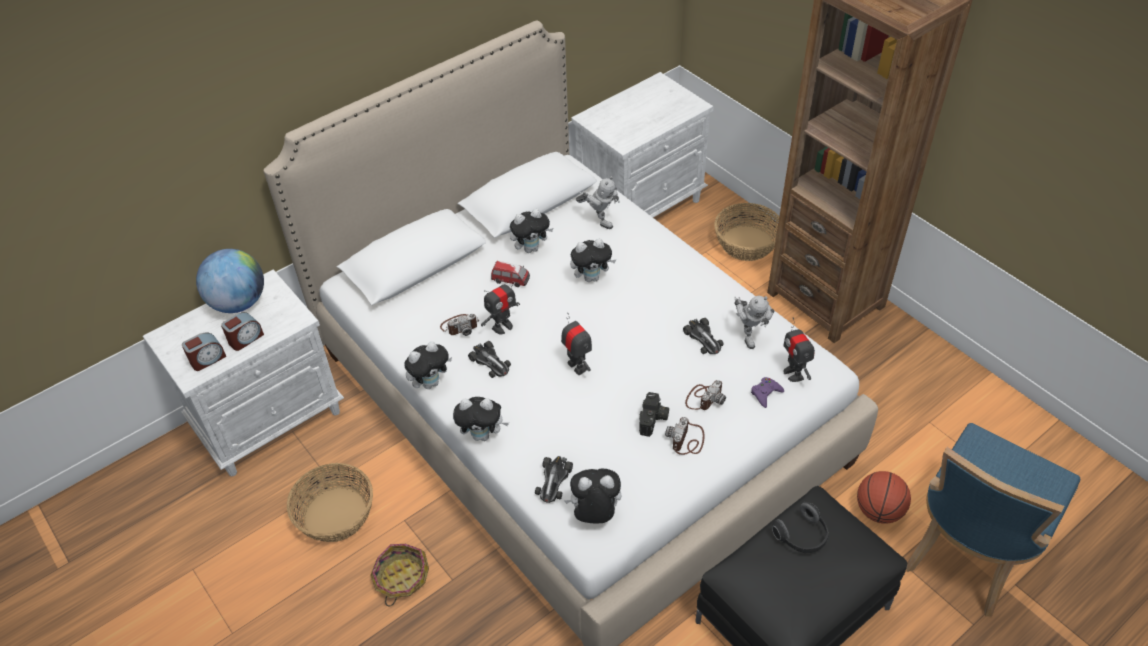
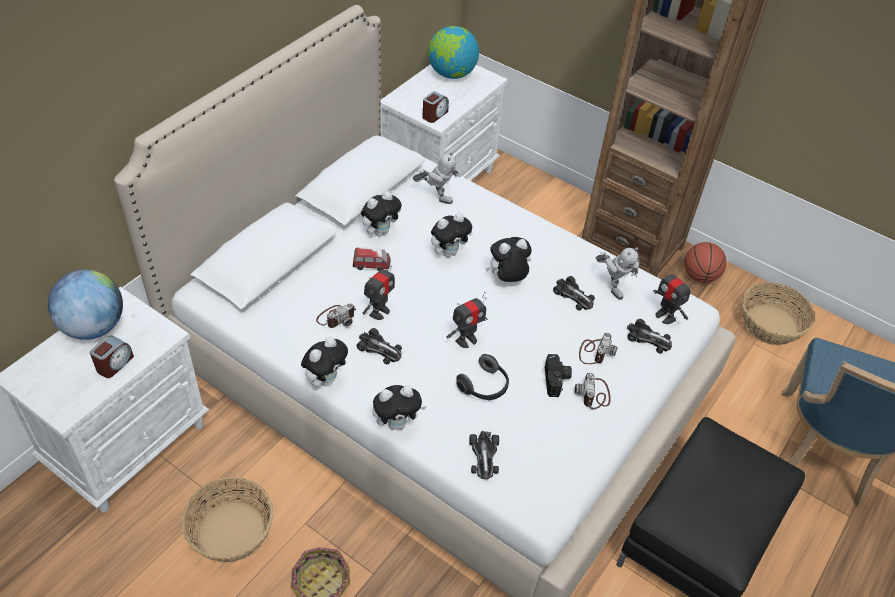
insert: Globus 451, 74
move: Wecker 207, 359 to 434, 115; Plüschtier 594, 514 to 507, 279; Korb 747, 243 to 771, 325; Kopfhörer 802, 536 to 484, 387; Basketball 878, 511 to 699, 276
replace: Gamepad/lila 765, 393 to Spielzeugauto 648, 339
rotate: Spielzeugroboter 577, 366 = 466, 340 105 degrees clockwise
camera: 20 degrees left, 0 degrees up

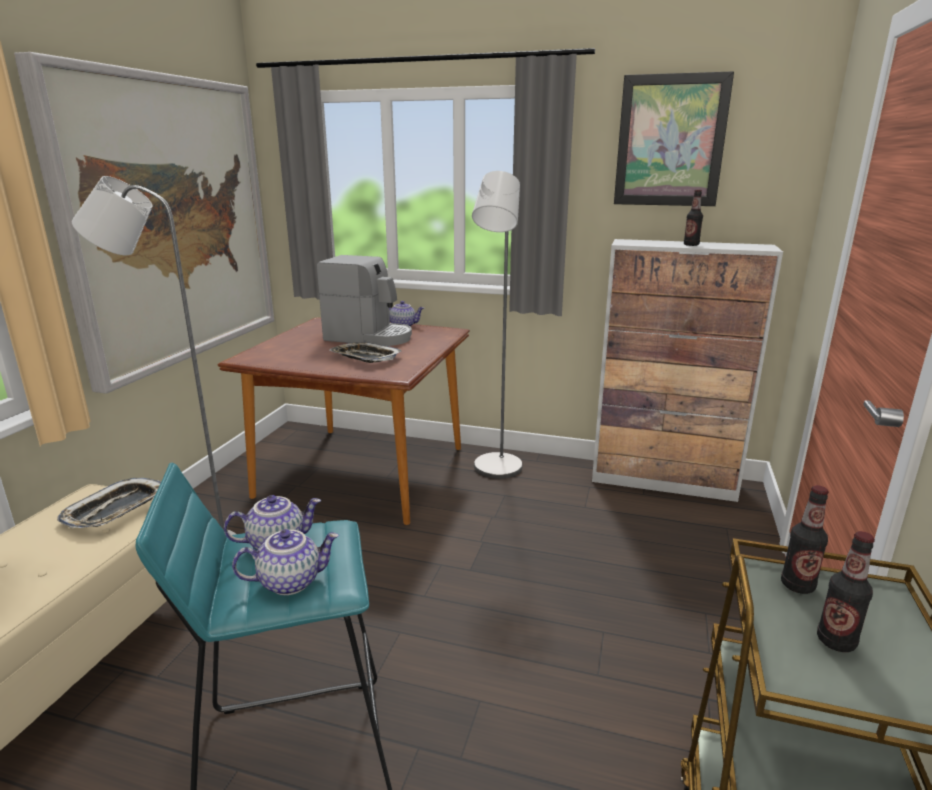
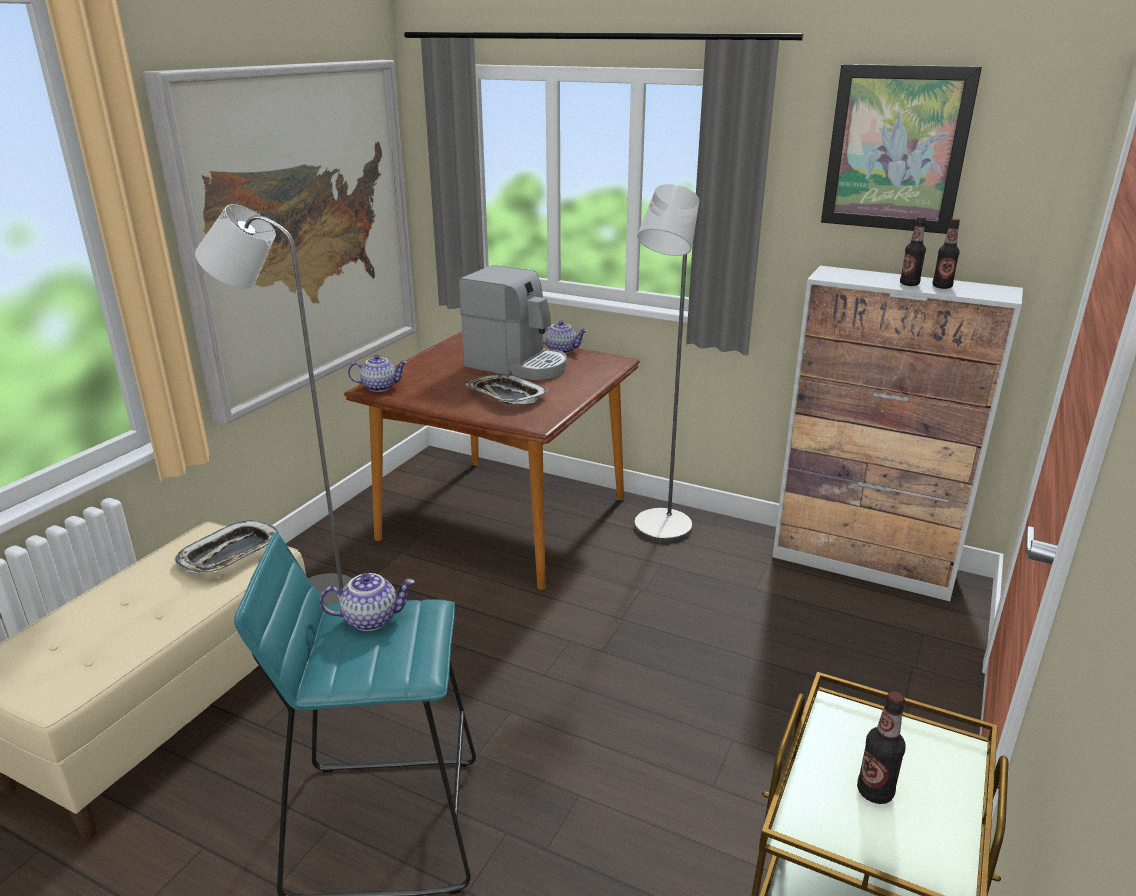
move: Teekanne 291, 581 to 380, 387; Flasche 797, 585 to 942, 286
camera: 10 degrees right, 5 degrees up

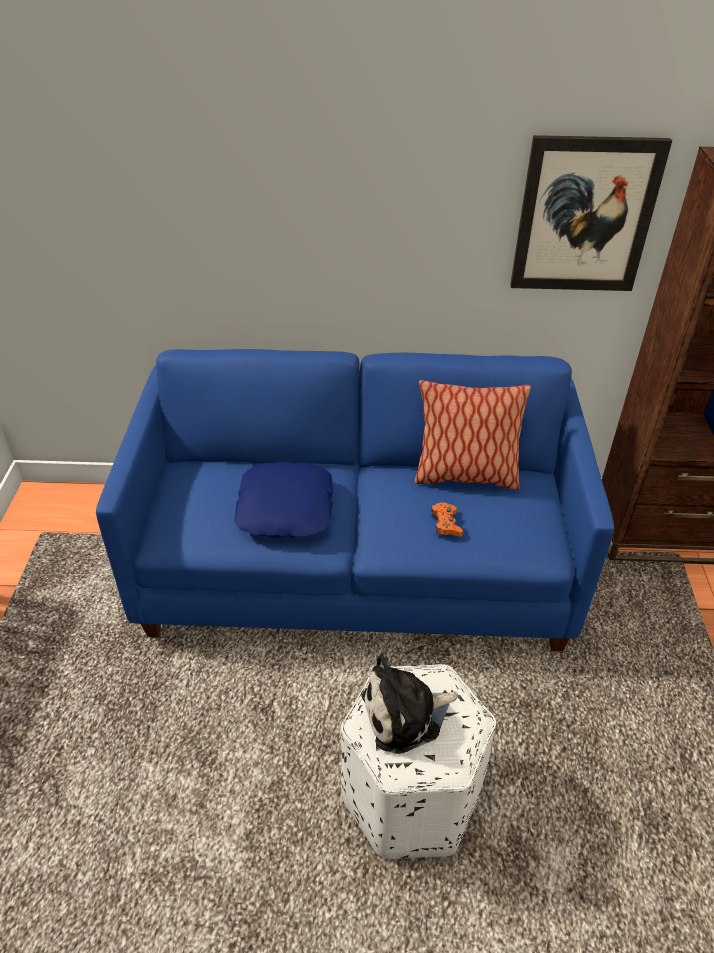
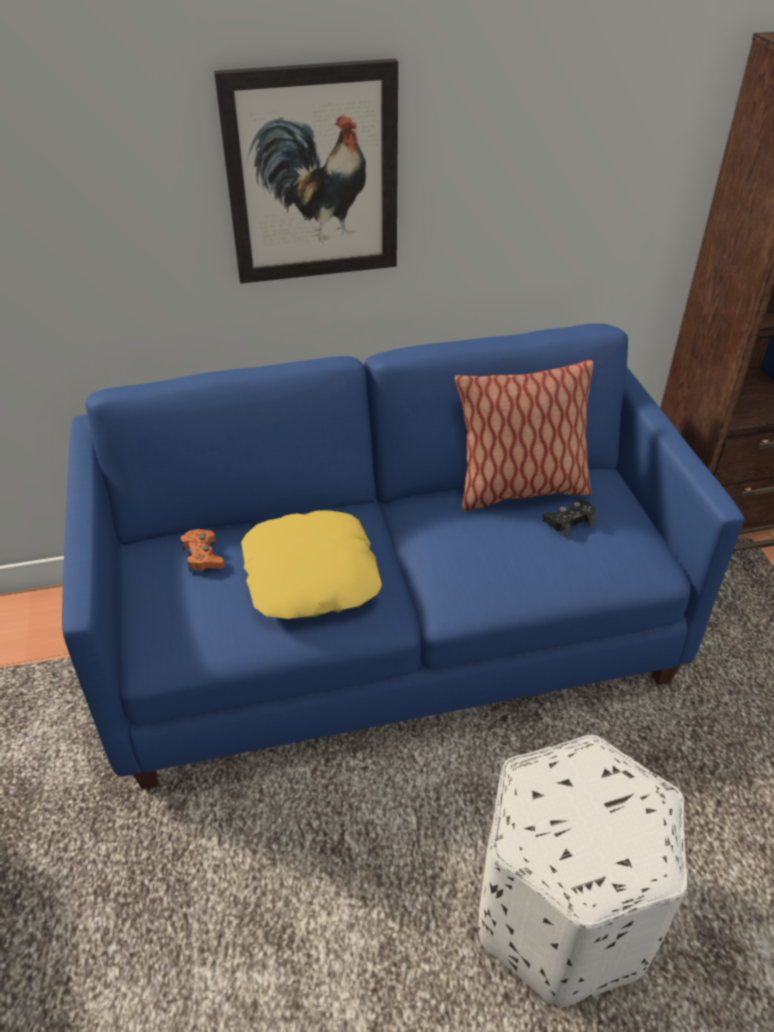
delete: Plüschtier 406, 714
insert: Gamepad/schwarz 569, 522
move: Gamepad/orange 446, 524 to 203, 556; Bild 584, 216 to 312, 175
recolor: Kissen/blau 286, 508 to Kissen/gelb 312, 575
camera: 15 degrees left, 0 degrees up

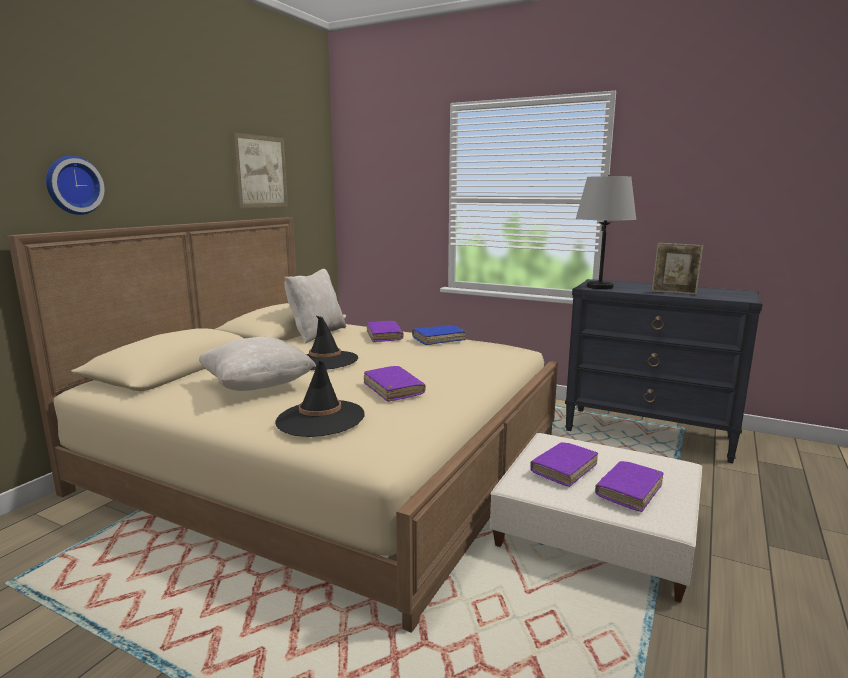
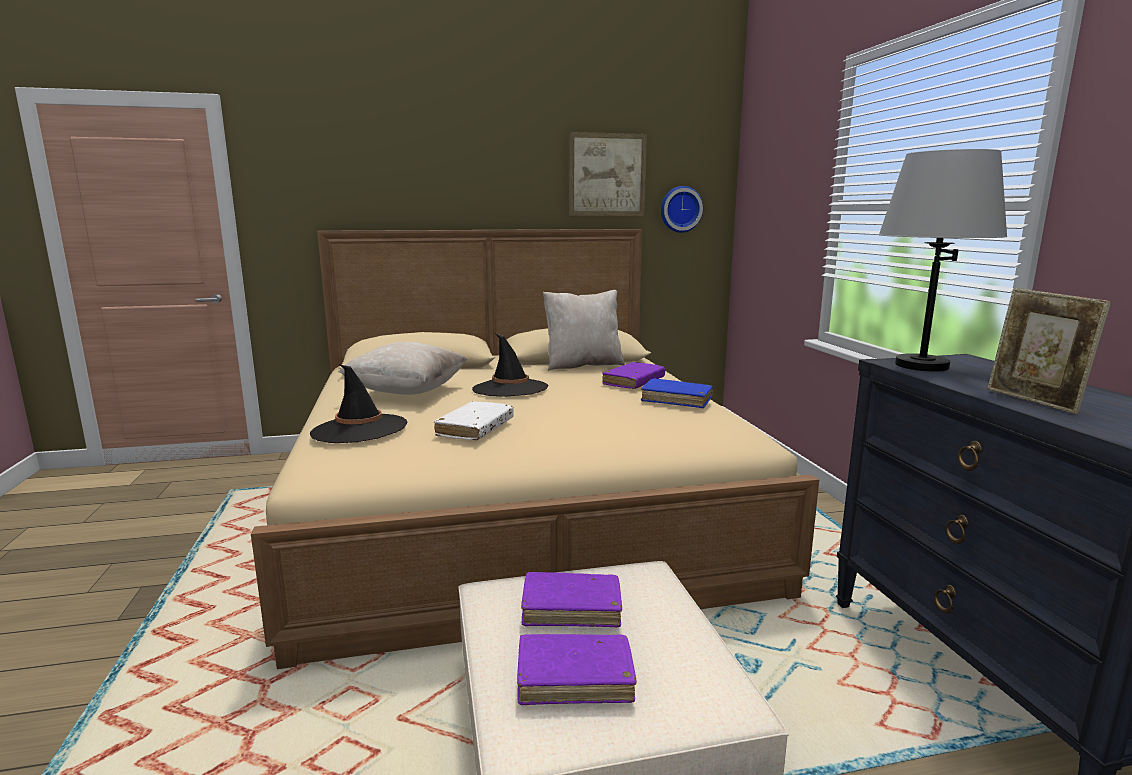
move: Wanduhr 72, 185 to 680, 209
recolor: Buch/lila 393, 390 to Buch/weiß 475, 429
camera: 50 degrees right, 0 degrees up

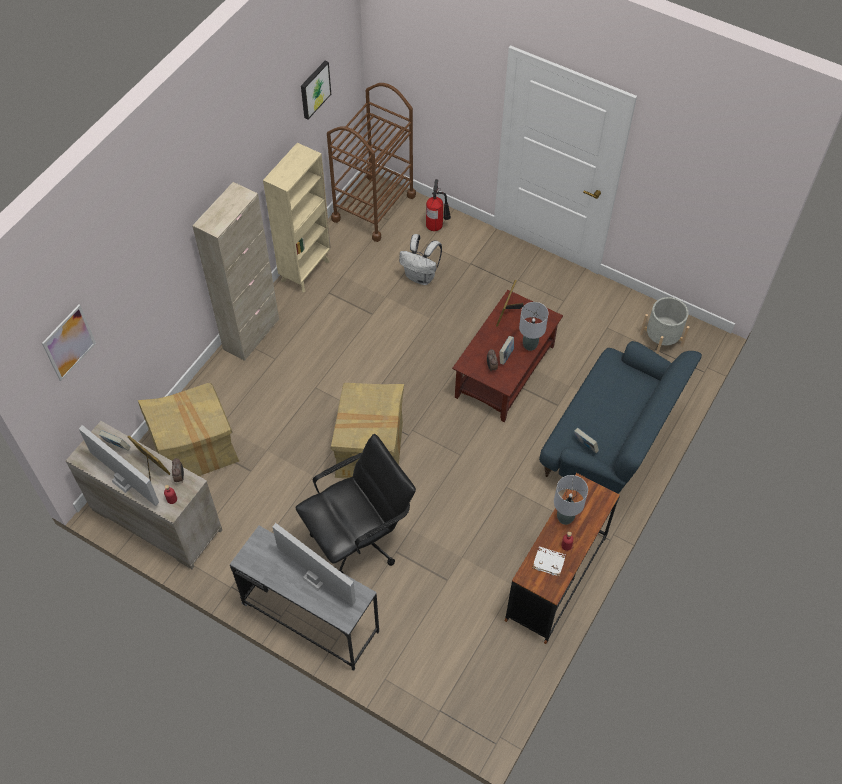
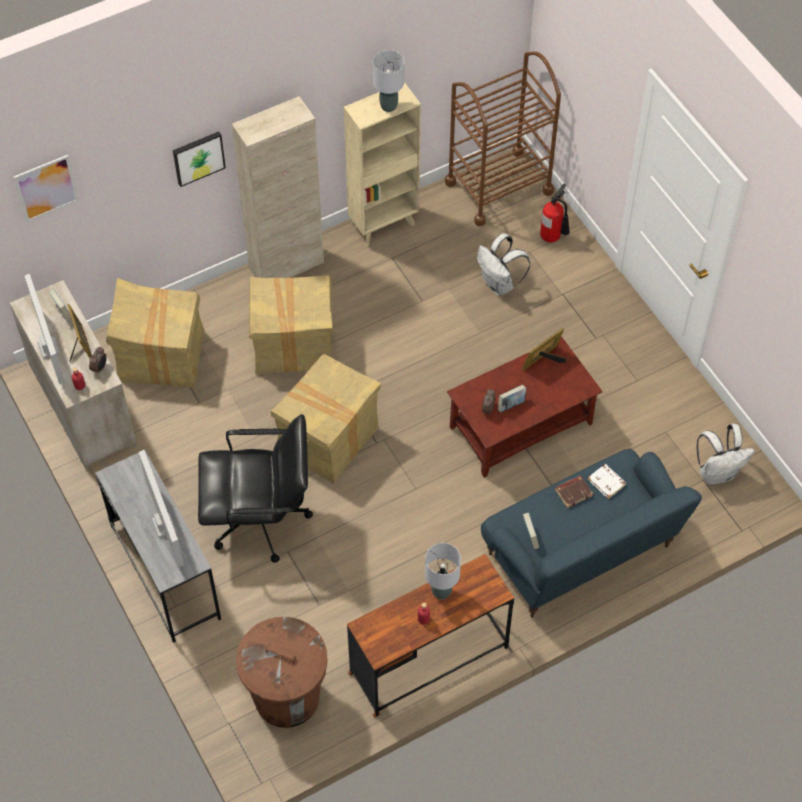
insert: Mülleimer/braun 287, 697; Karton 294, 345; Buch/braun 573, 492
move: Bild 314, 89 to 198, 157; Tischlampe/grau 530, 345 to 388, 106; Buch/weiß 549, 562 to 607, 482
replace: Pflanzkübel/grau 661, 339 to Rucksack/weiß 718, 473
camera: 30 degrees right, 0 degrees up

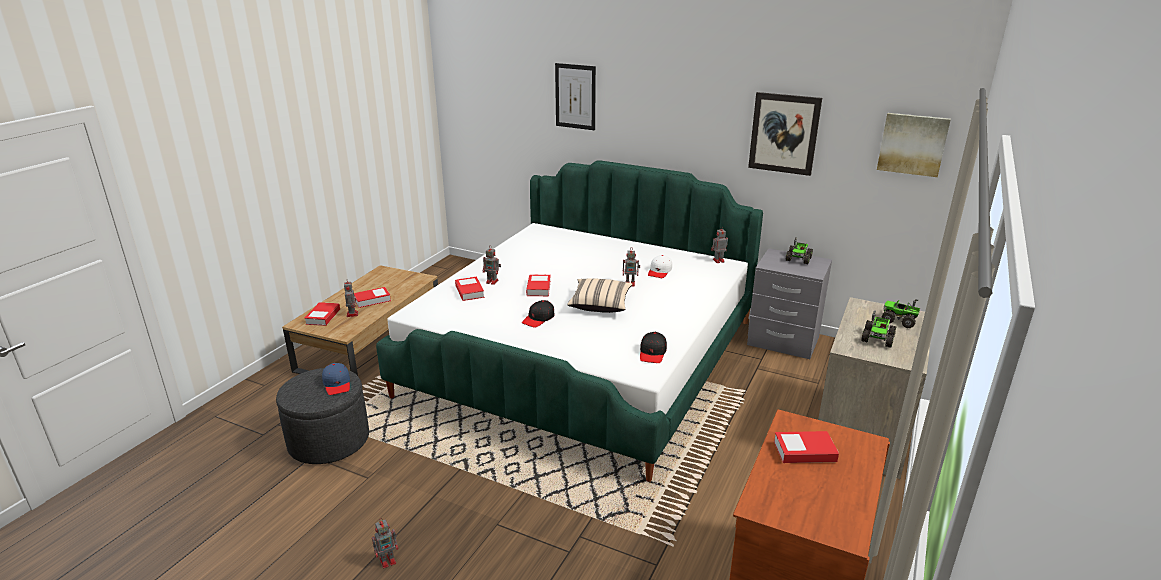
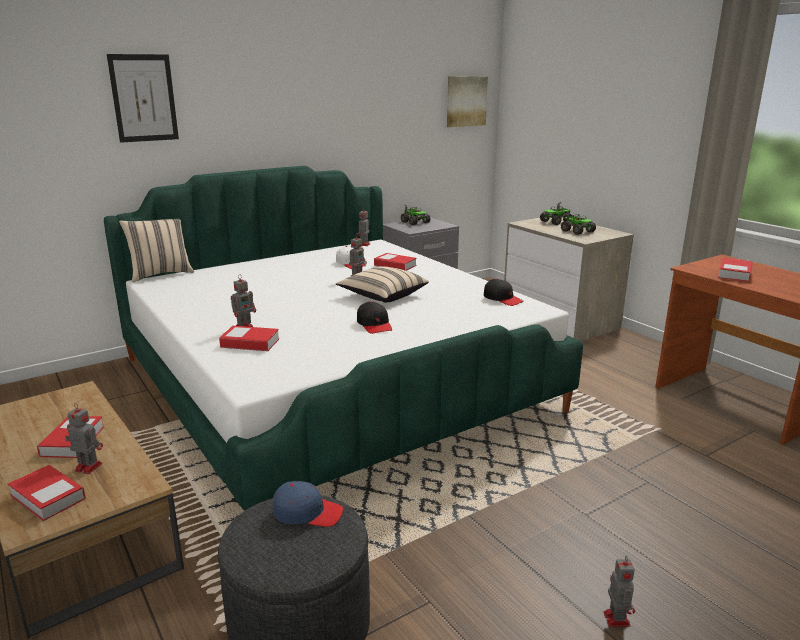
delete: Bild 784, 133
insert: Kissen/beige 161, 274
move: Buch 538, 288 to 395, 265
camera: 60 degrees left, 5 degrees down

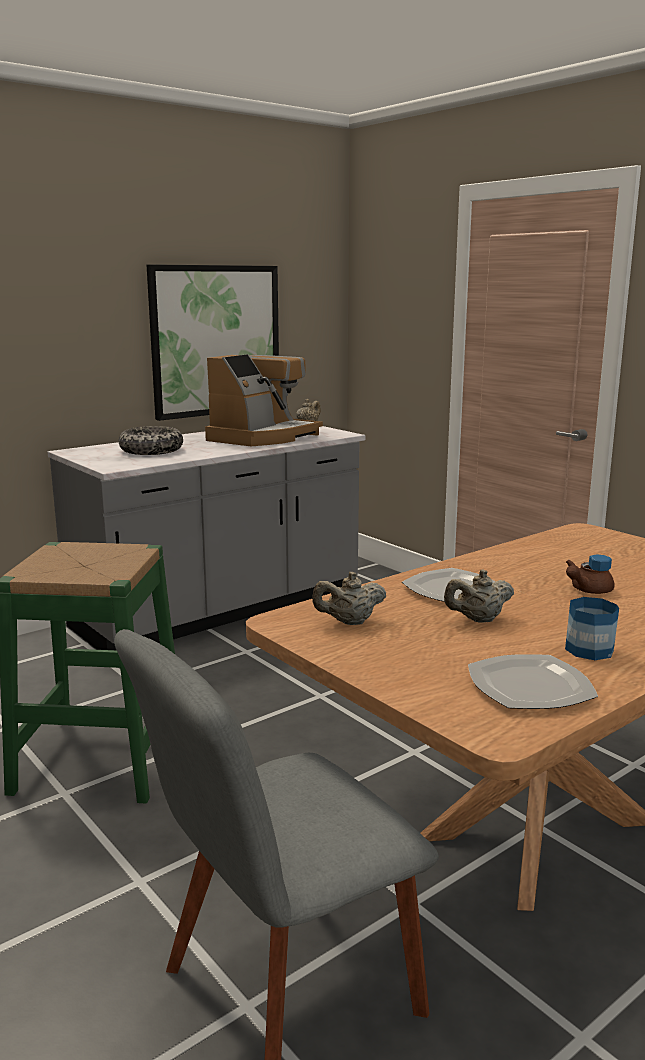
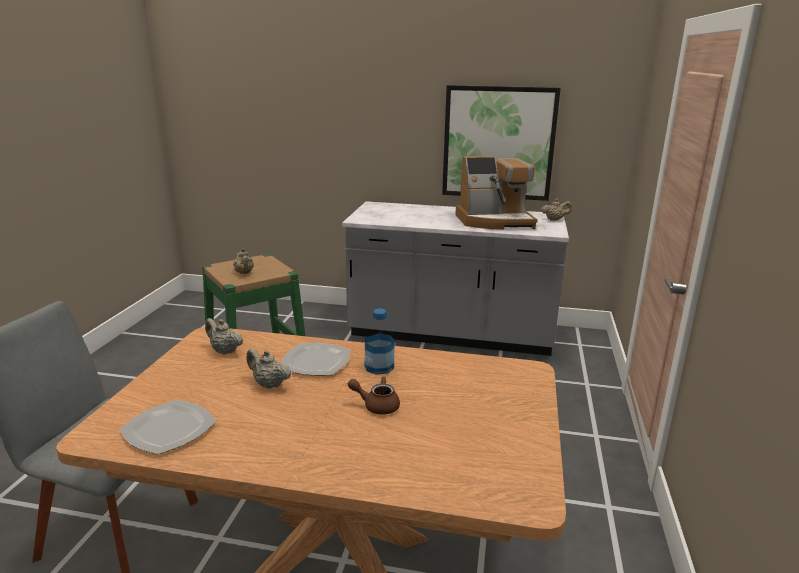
delete: Schüssel 151, 450
insert: Teekanne/beige 244, 273
move: Flasche 589, 650 to 379, 367
camera: 50 degrees right, 5 degrees up

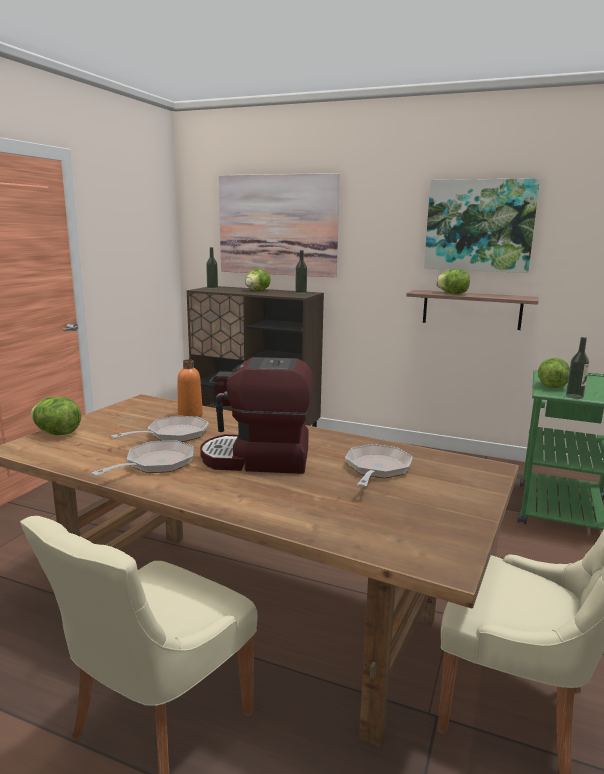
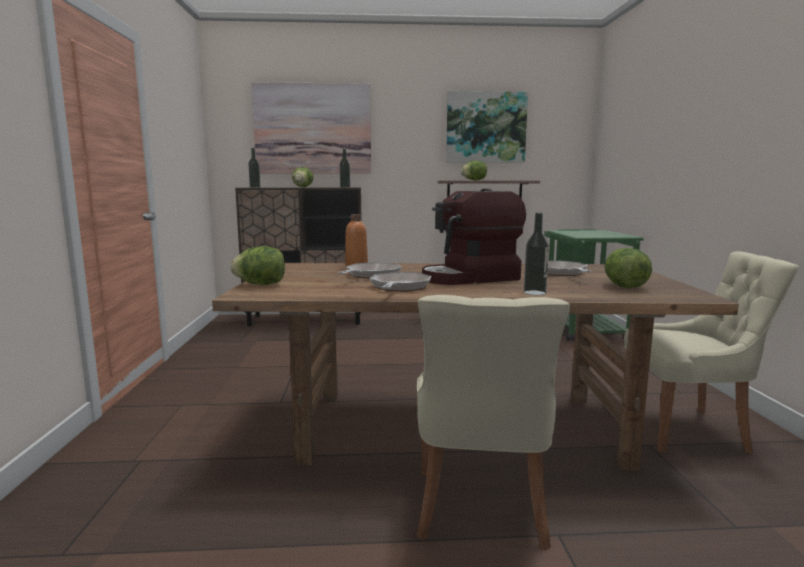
move: Salatkopf 552, 386 to 624, 286; Flasche 574, 396 to 534, 293
camera: 25 degrees left, 5 degrees down

